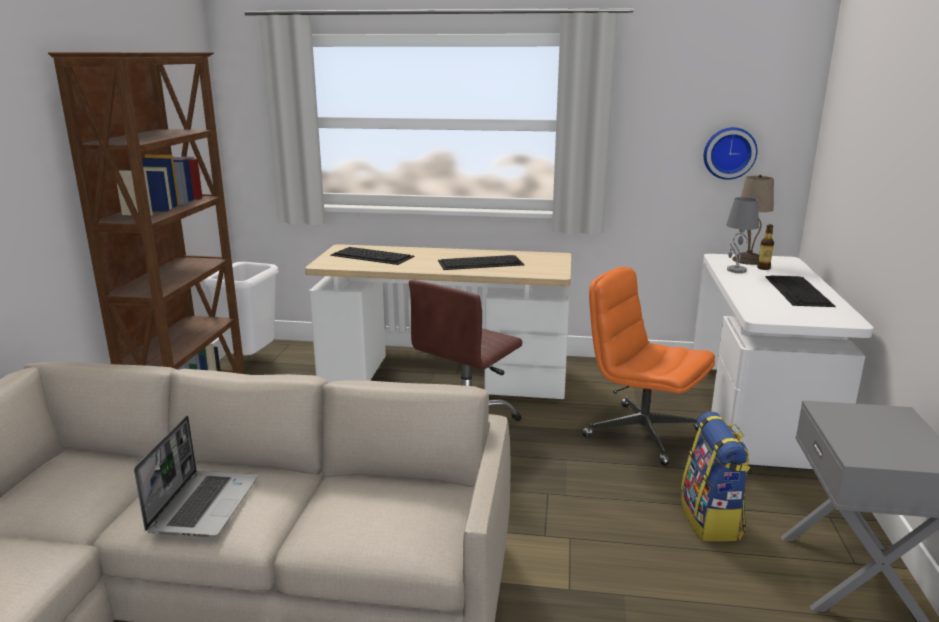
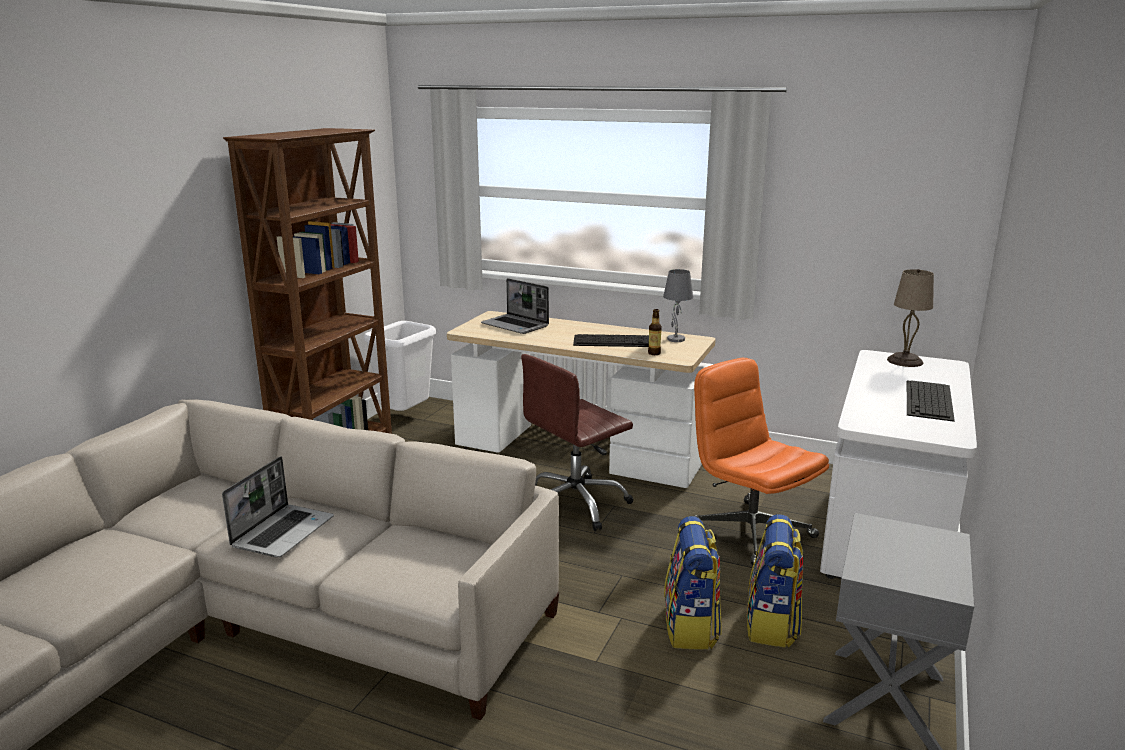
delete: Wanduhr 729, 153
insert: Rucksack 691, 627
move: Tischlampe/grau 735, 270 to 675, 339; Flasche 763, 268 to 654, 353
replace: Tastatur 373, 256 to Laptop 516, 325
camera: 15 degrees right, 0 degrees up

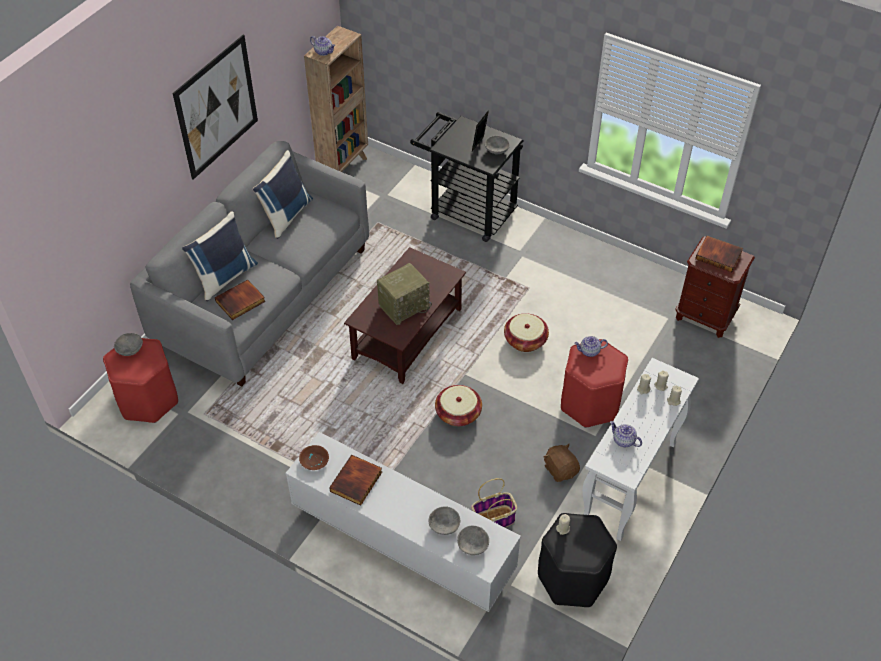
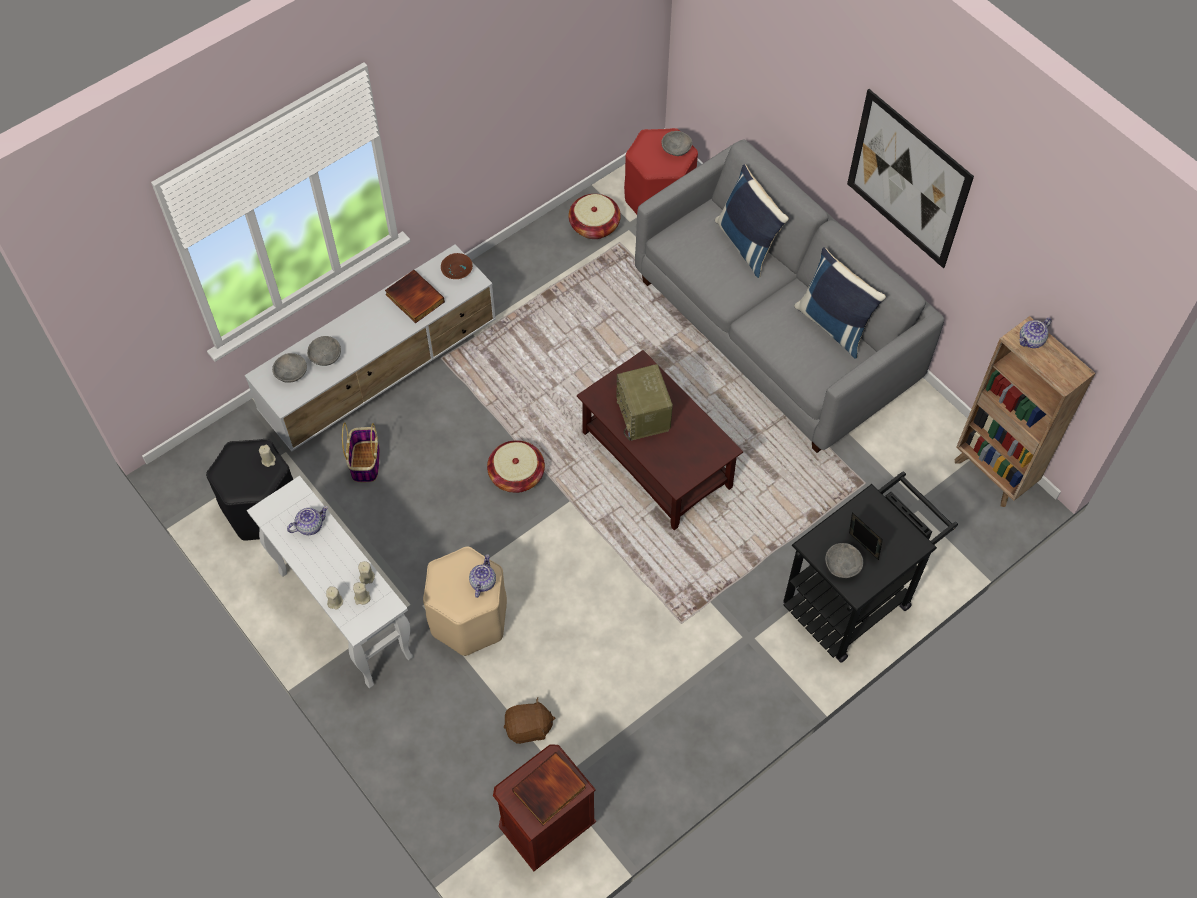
delete: Buch 240, 302
move: Korb 525, 340 to 594, 225; Plüschtier/braun 560, 469 to 528, 728
recolor: Hocker/rot 590, 403 to Hocker/beige 468, 619
camera: 110 degrees right, 10 degrees up

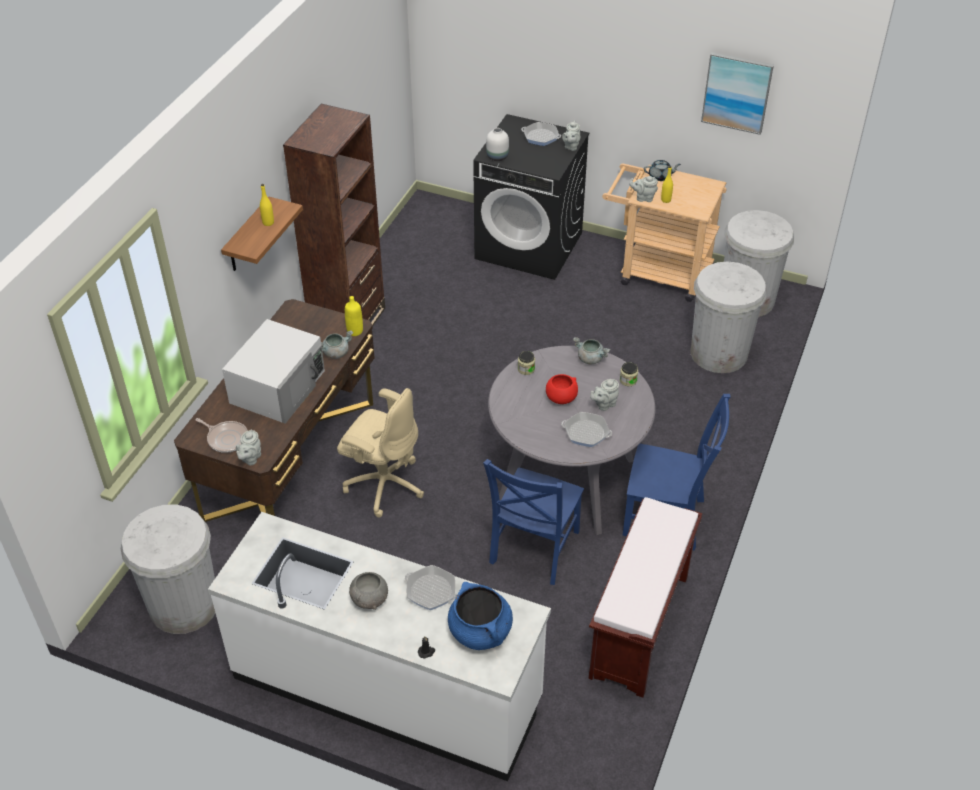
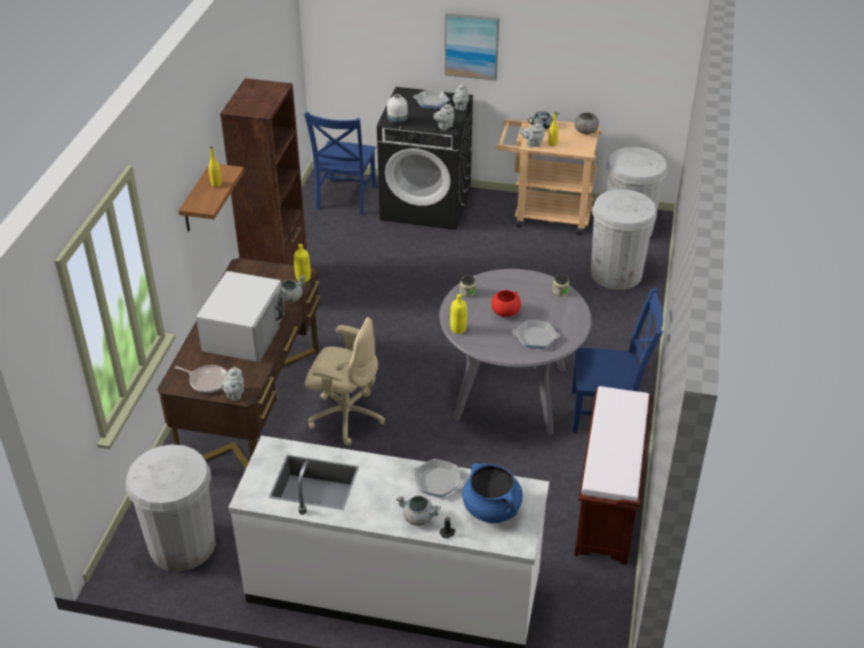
insert: Flasche/gelb 458, 329
move: Schüssel/grau 370, 599 to 586, 131; Stuhl/blau 533, 550 to 345, 199; Kochtopf/grau 590, 359 to 419, 518; Teekanne/grau 604, 404 to 444, 126; Bild 737, 92 to 471, 46
camera: 10 degrees left, 5 degrees down

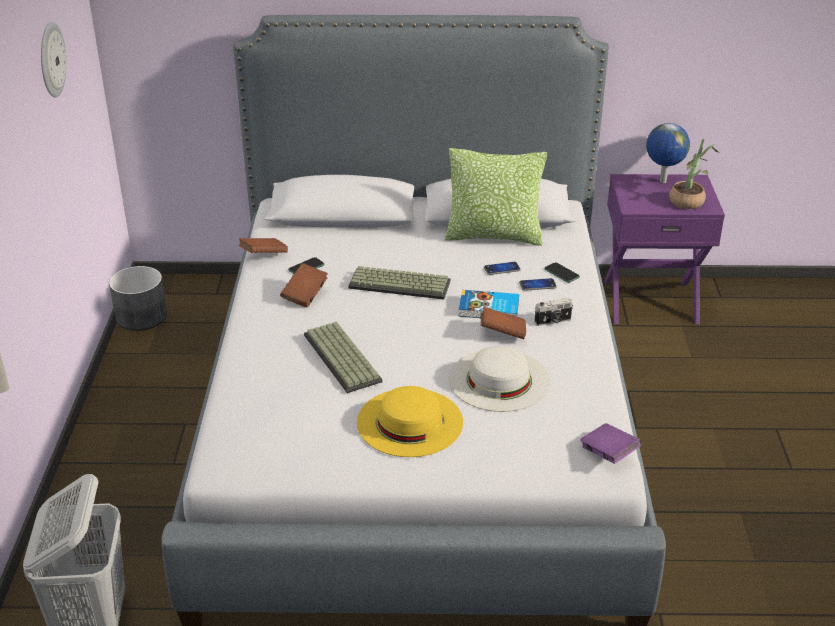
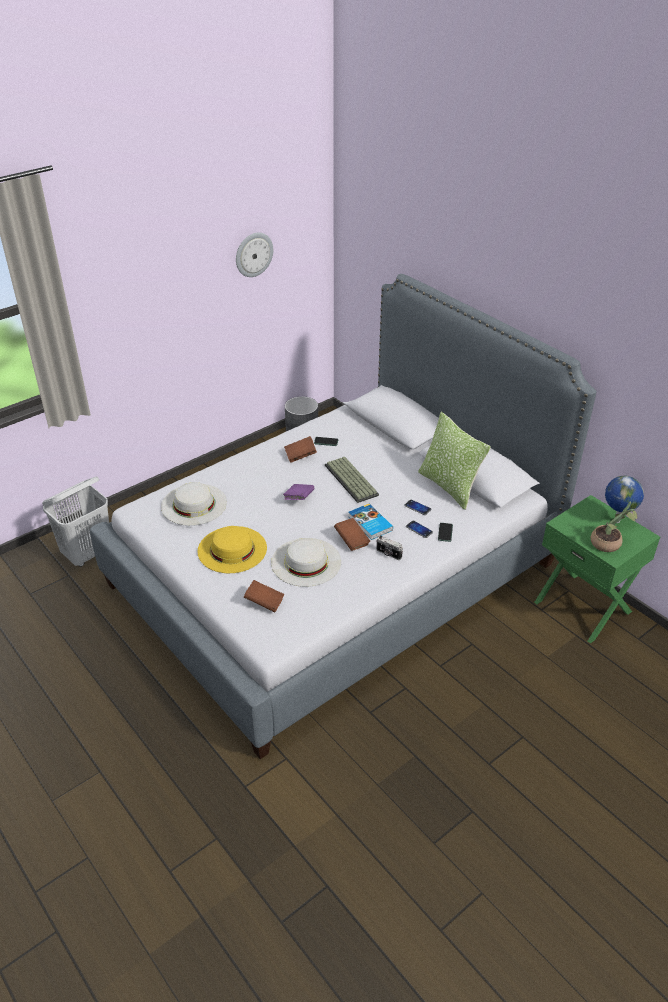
delete: Tastatur 344, 358
insert: Hut/weiß 194, 504
move: Buch/braun 264, 255 to 264, 603; Buch/lila 608, 453 to 299, 498
recolor: Nachttisch/lila 650, 300 to Nachttisch/grün 583, 606
camera: 50 degrees right, 5 degrees up

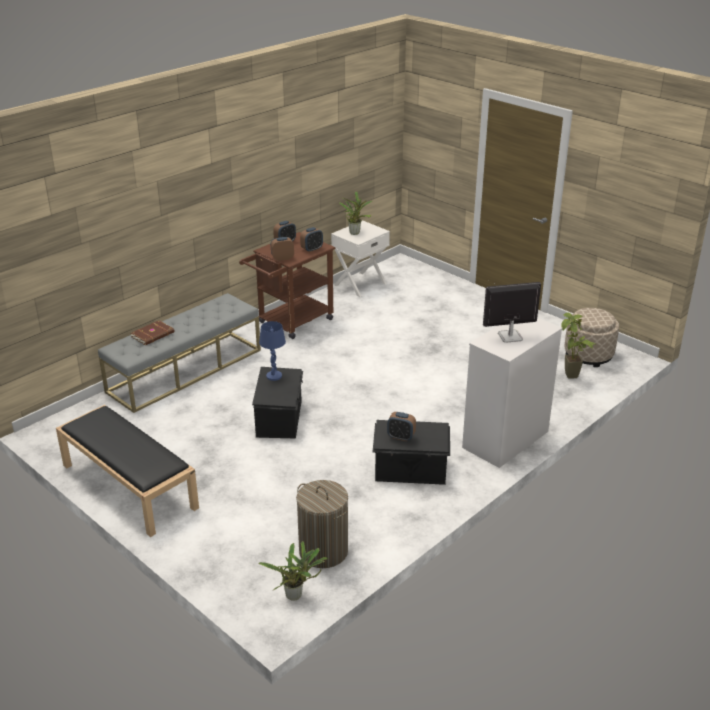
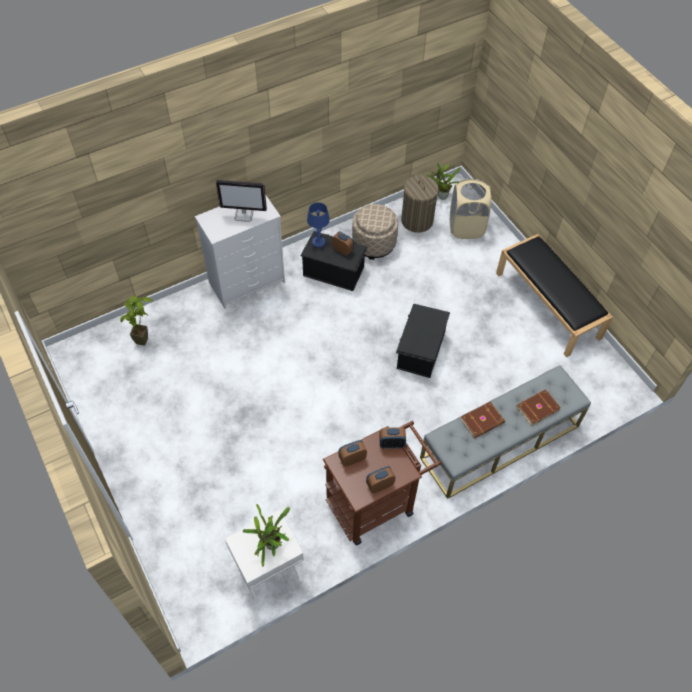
insert: Wäschekorb/beige 466, 227; Buch/braun 483, 421
move: Tischlampe/blau 274, 376 to 318, 242; Polsterhocker/beige 588, 354 to 374, 243
camera: 165 degrees left, 25 degrees up

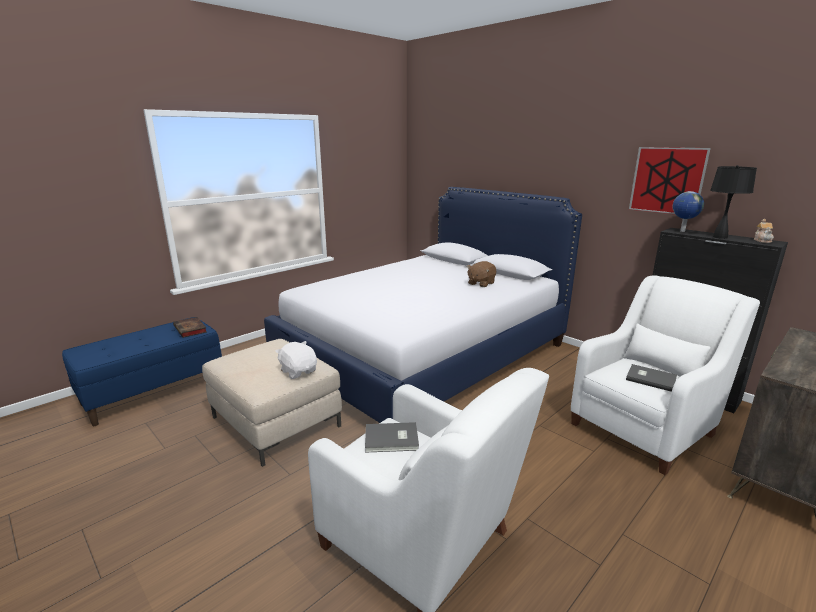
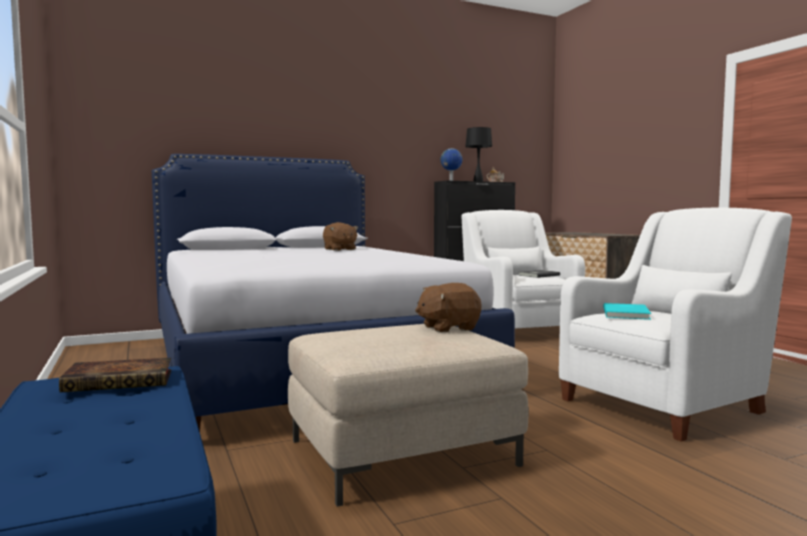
delete: Bild 667, 180
recolor: Plüschtier/weiß 298, 371 to Plüschtier/braun 448, 328; Buch/grau 392, 440 to Buch/türkis 627, 313
camera: 70 degrees left, 15 degrees down

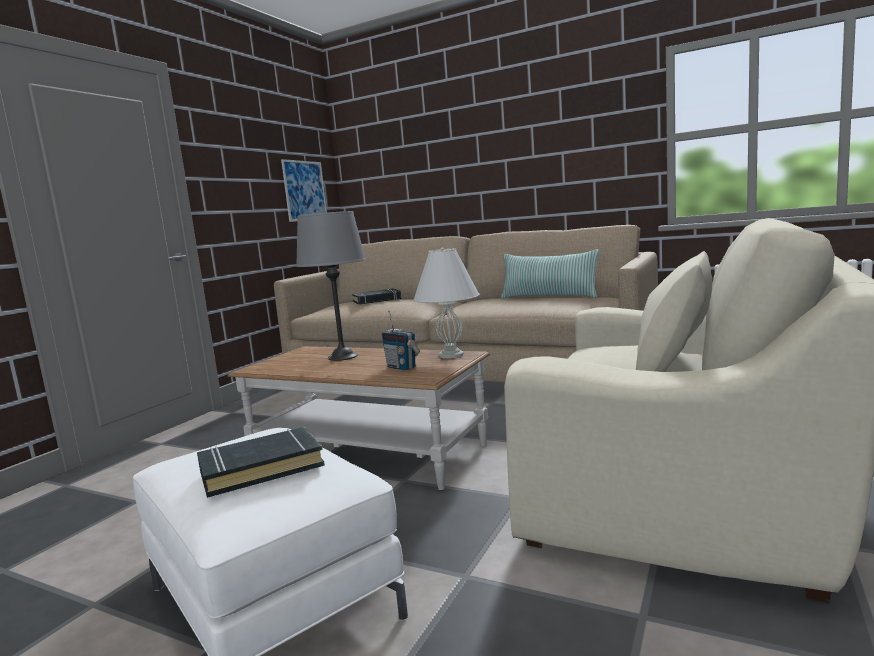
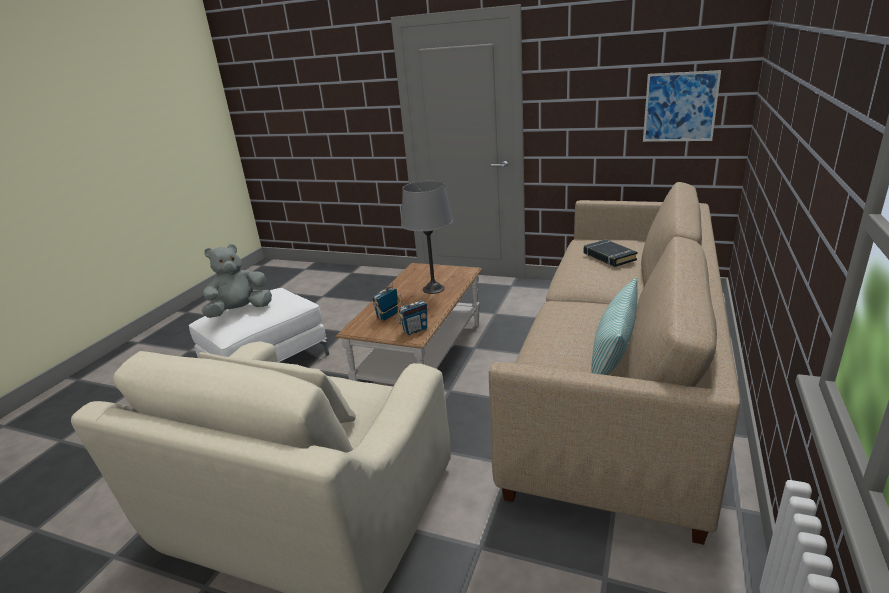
replace: Buch/schwarz 261, 468 to Plüschtier/grau 240, 311; Tischlampe/weiß 450, 355 to Radio 415, 330
camera: 85 degrees right, 15 degrees up

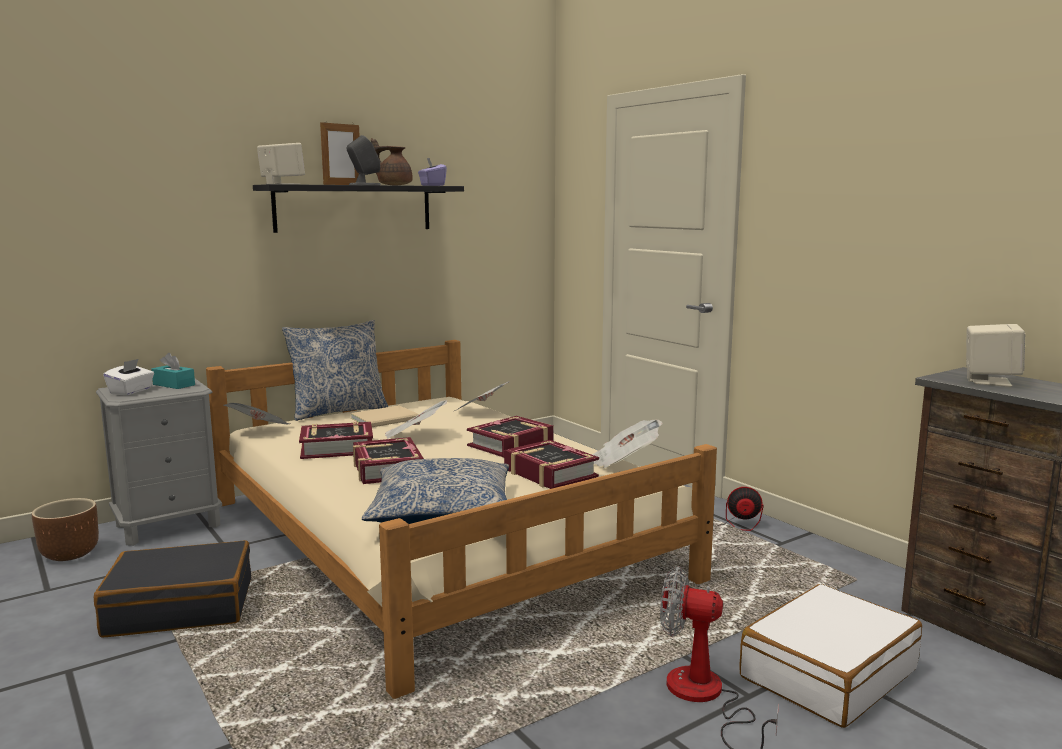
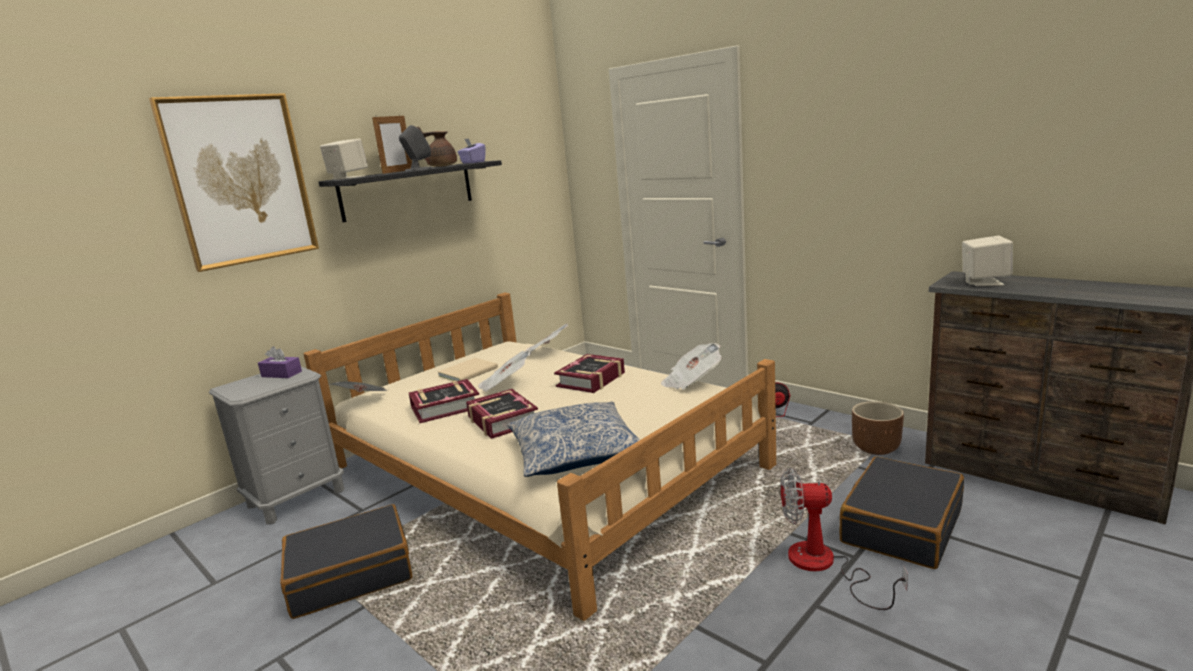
delete: Taschentuchbox/weiß 131, 391; Kissen 338, 411; Buch 549, 473
insert: Bild 240, 180
move: Pflanzkübel/braun 69, 554 to 876, 449
recolor: Taschentuchbox/türkis 174, 385 to Taschentuchbox/lila 281, 374; Koffer/weiß 827, 673 to Koffer/schwarz 900, 526
camera: 10 degrees left, 5 degrees up

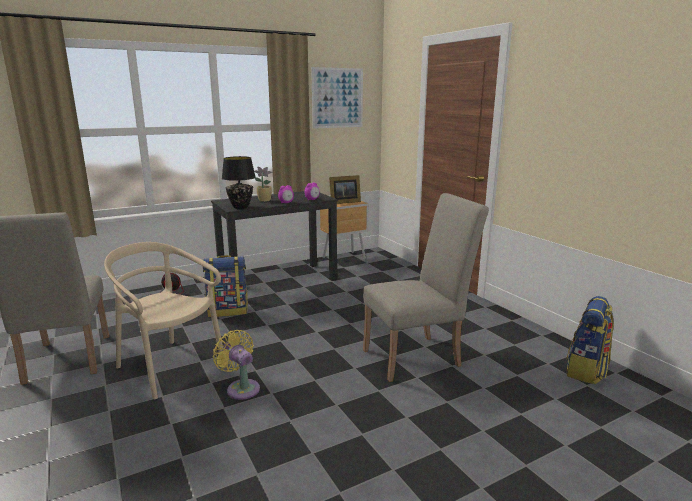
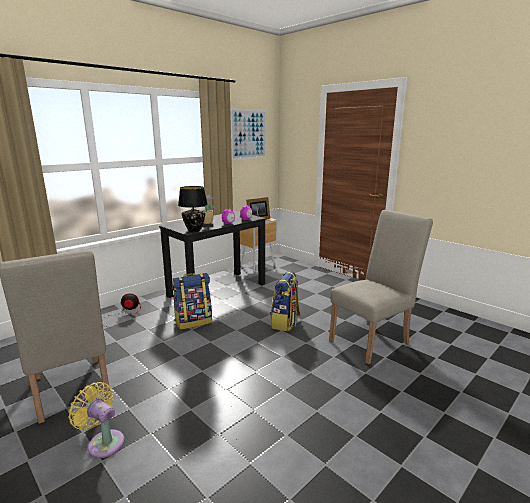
delete: Stuhl/beige 169, 366
move: Ventilator/gelb 241, 388 to 104, 442; Rucksack 586, 370 to 285, 322
camera: 15 degrees left, 0 degrees up

